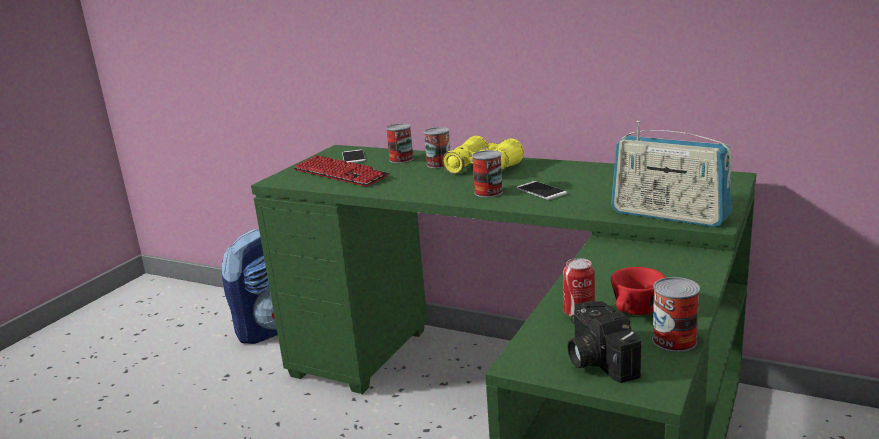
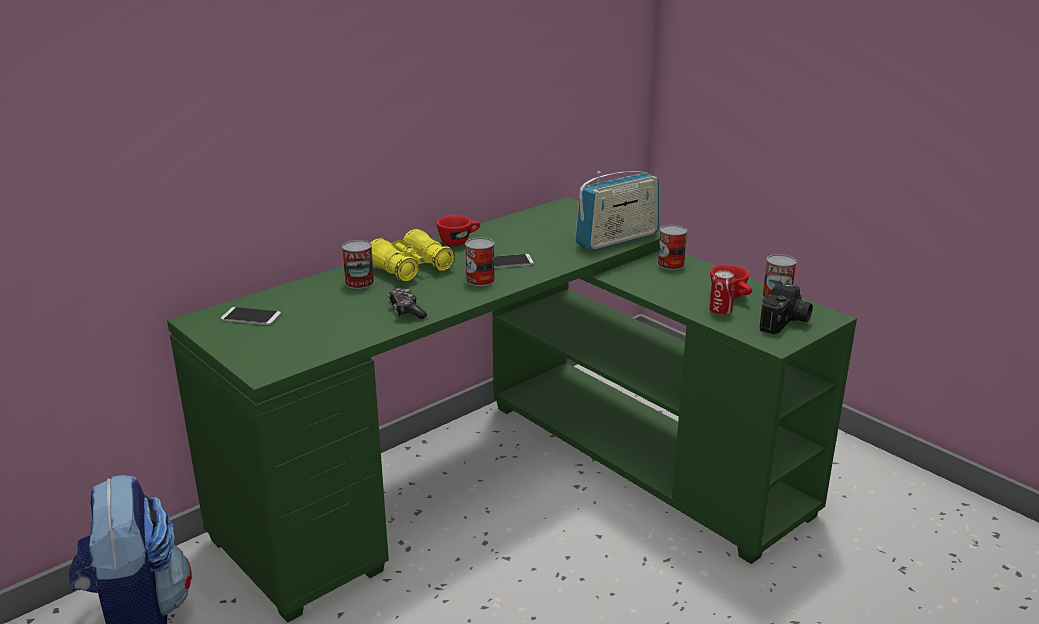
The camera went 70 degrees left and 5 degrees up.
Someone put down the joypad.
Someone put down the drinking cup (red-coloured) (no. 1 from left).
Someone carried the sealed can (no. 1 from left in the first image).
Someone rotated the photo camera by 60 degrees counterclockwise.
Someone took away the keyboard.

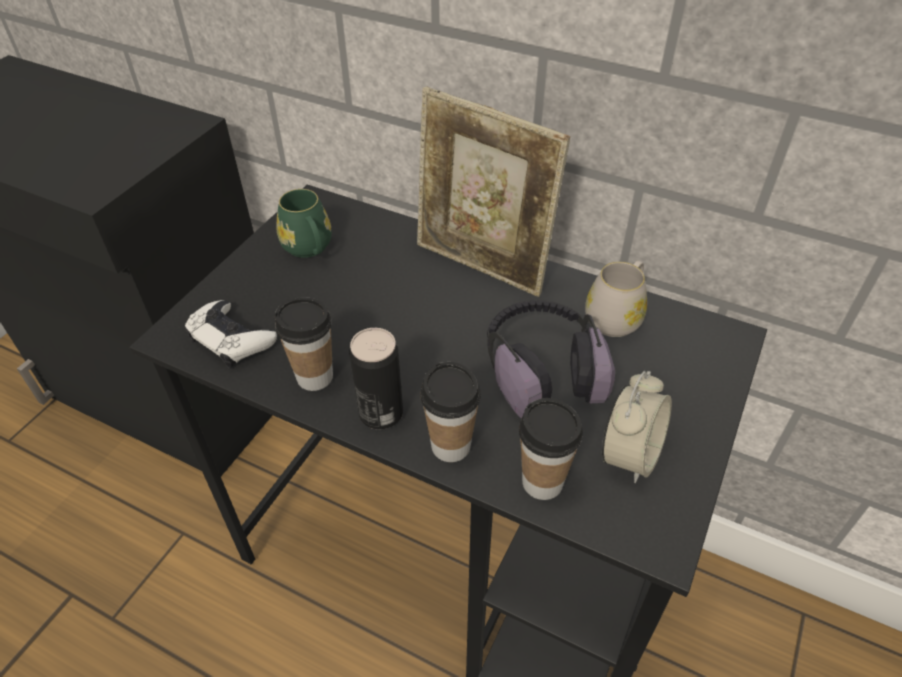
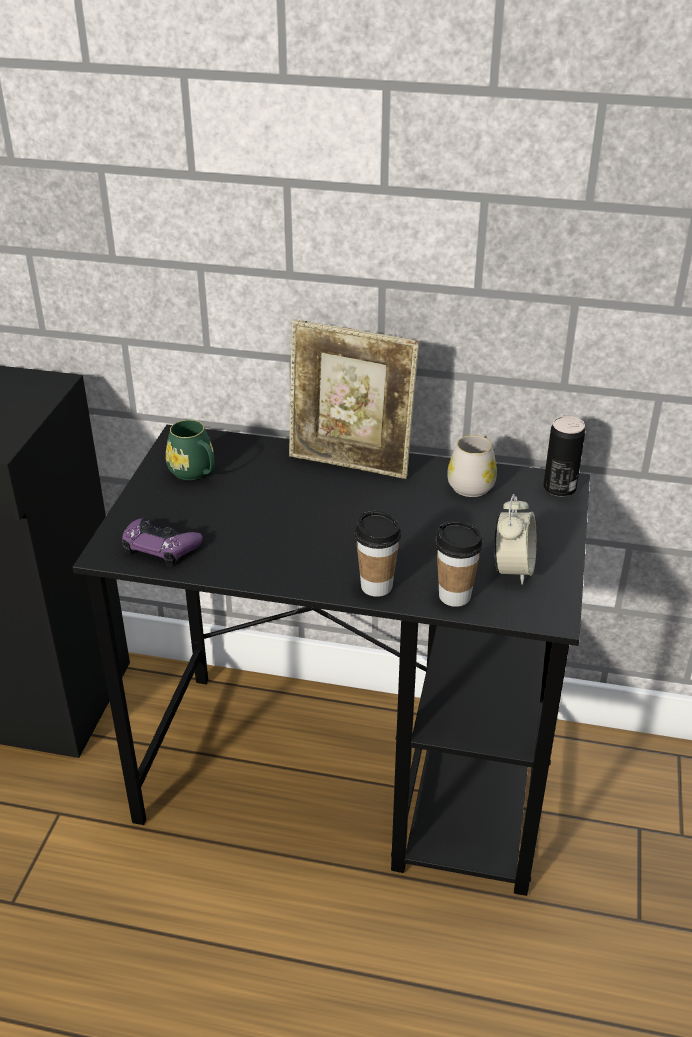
The camera went 15 degrees left and 10 degrees down.
Someone repainted the joypad (white-coloured), which became the joypad (purple).
Someone carried the sealed can.
Someone took away the drinking cup (no. 1 from left).
Someone took away the headphones.

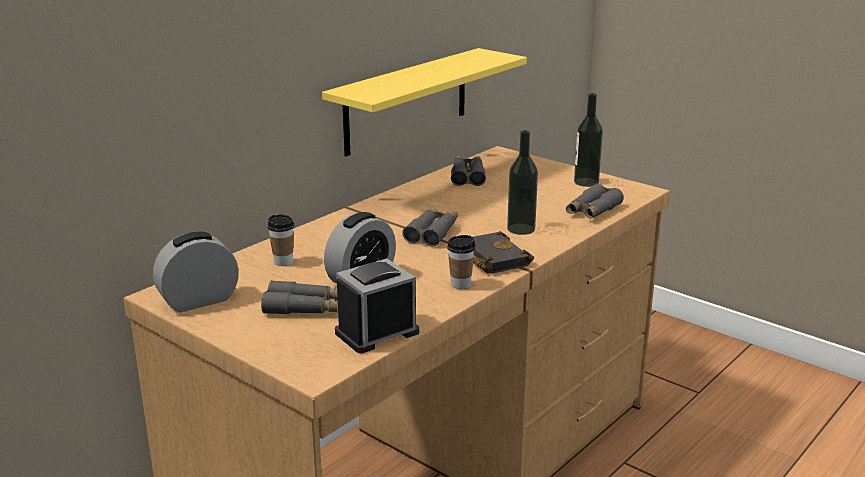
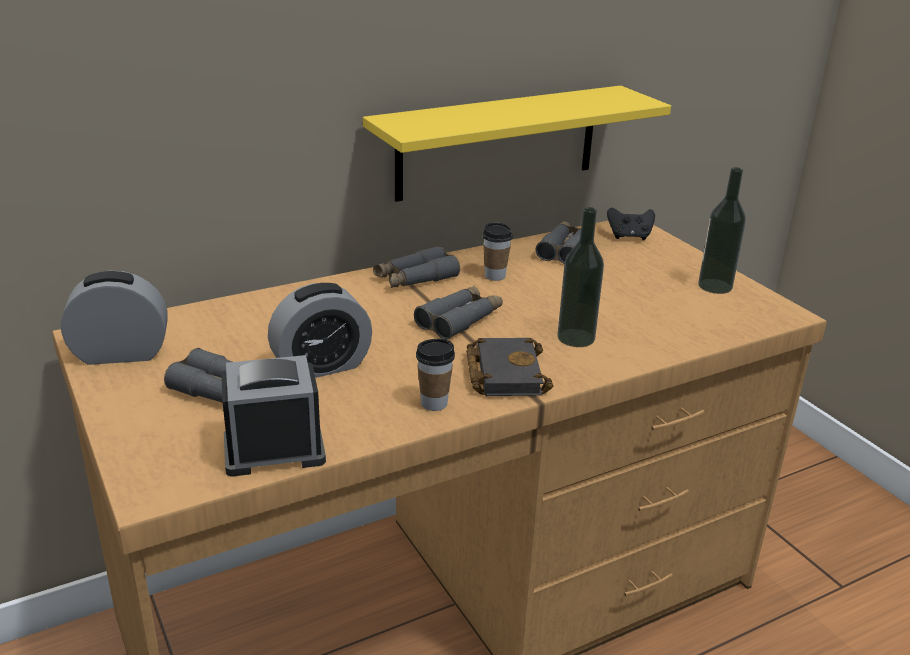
The camera went 20 degrees right and 5 degrees up.
Someone carried the pair of binoculars (gray) (no. 4 from left in the first image).
Someone carried the drinking cup (no. 1 from left in the first image).
Someone put down the joypad (blackish).

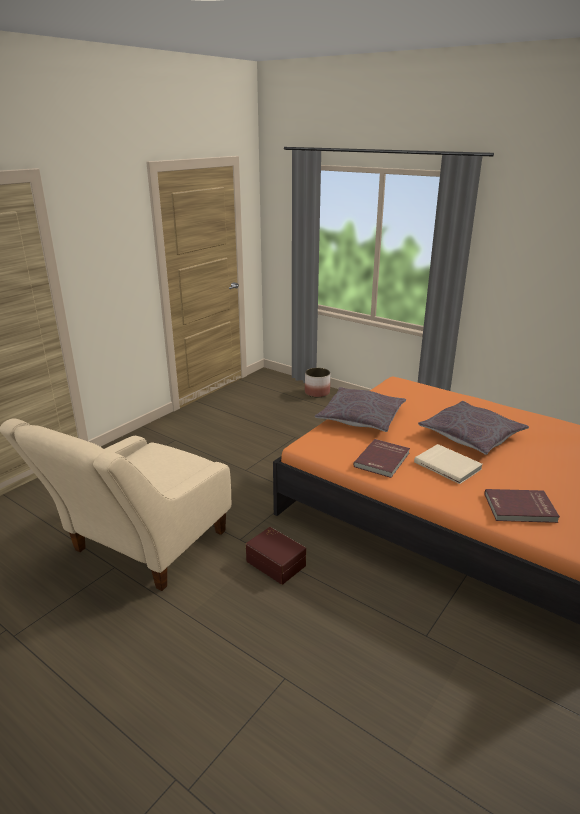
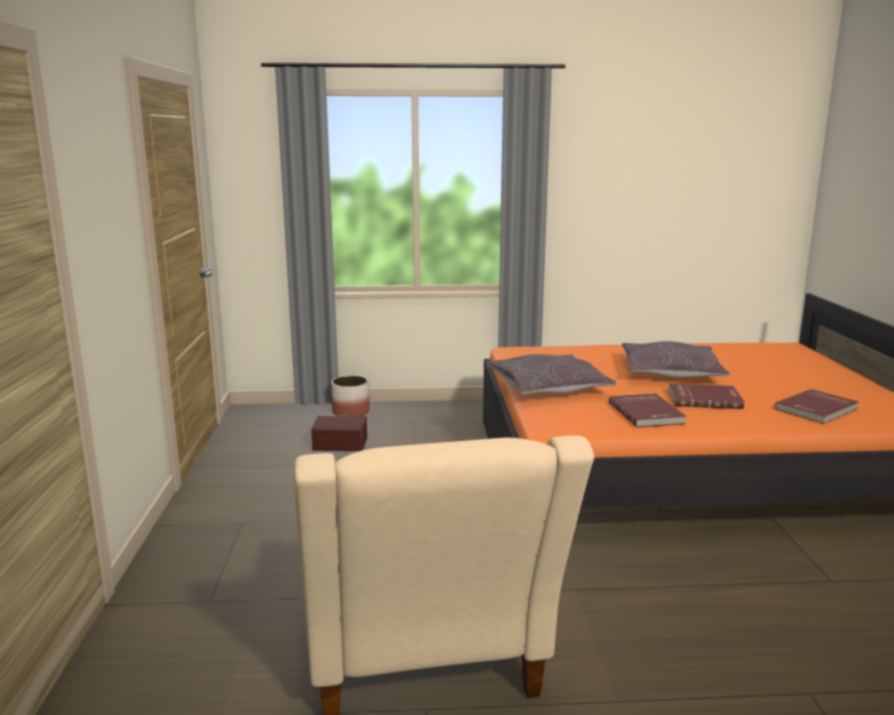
The camera went 40 degrees left and 10 degrees down.
Someone carried the storage bin (brownish).
Someone repainted the bound book (beige-coloured), which became the bound book (red-coloured) (no. 2 from left).

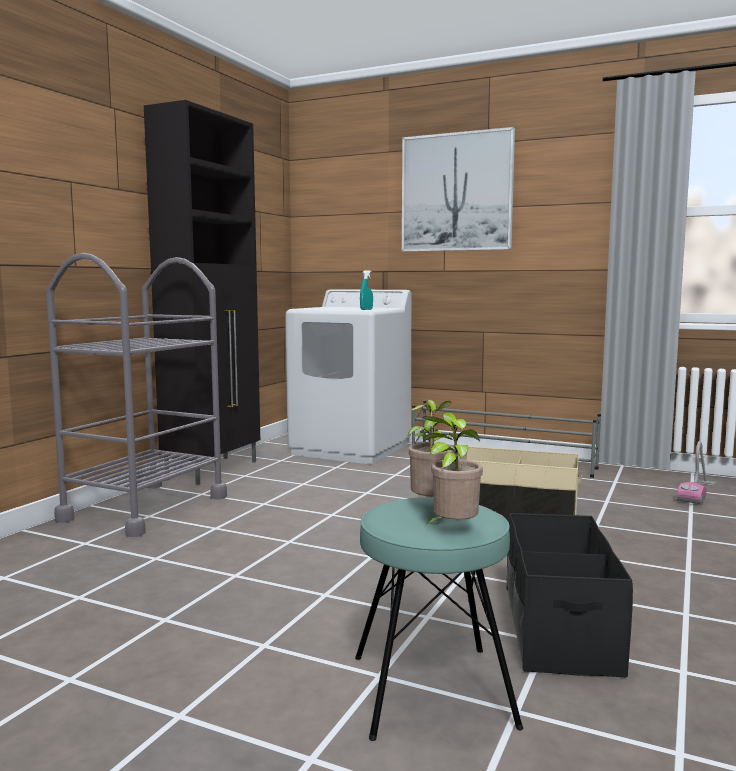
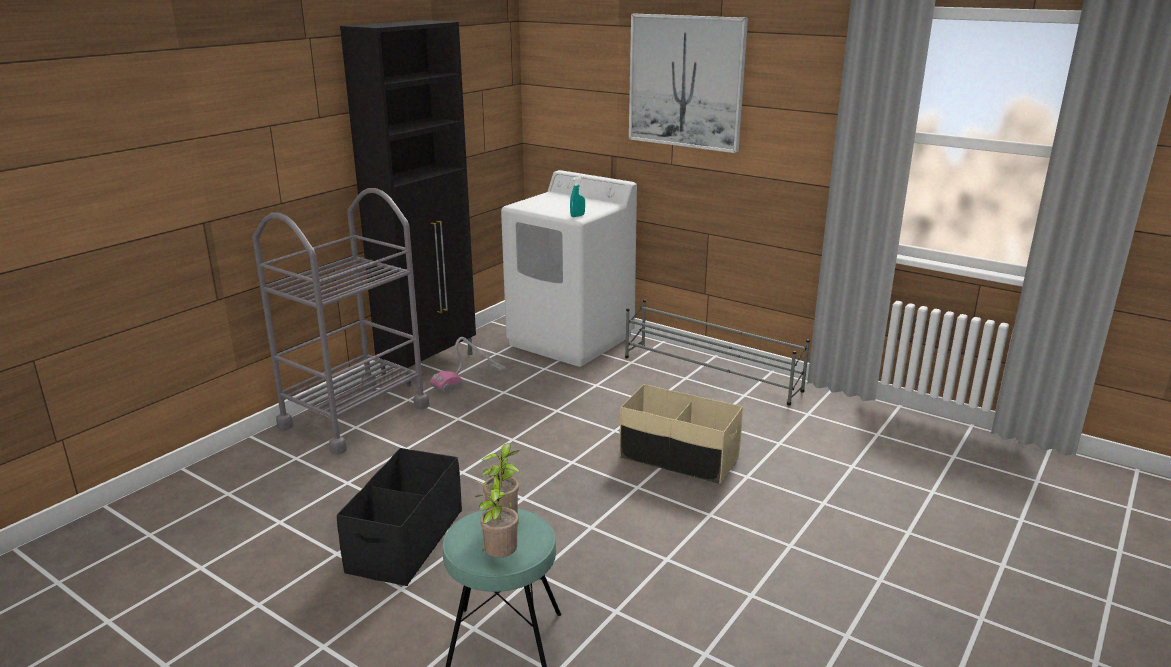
The camera went 10 degrees right and 15 degrees up.
Someone carried the storage bin (blackish).
Someone carried the hoover.

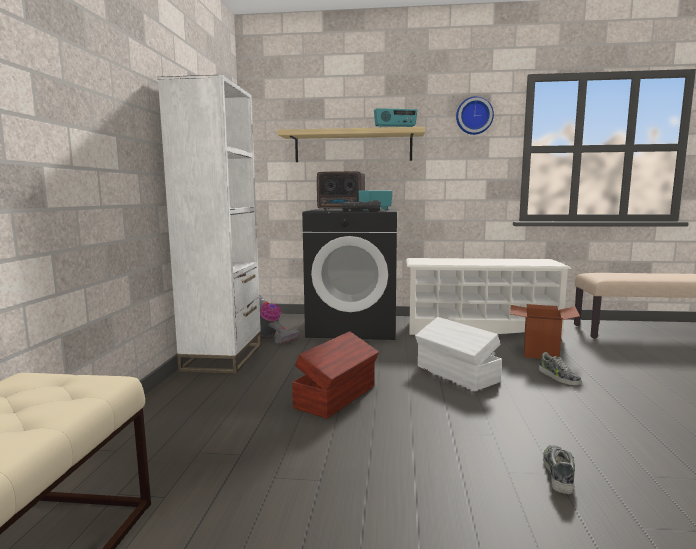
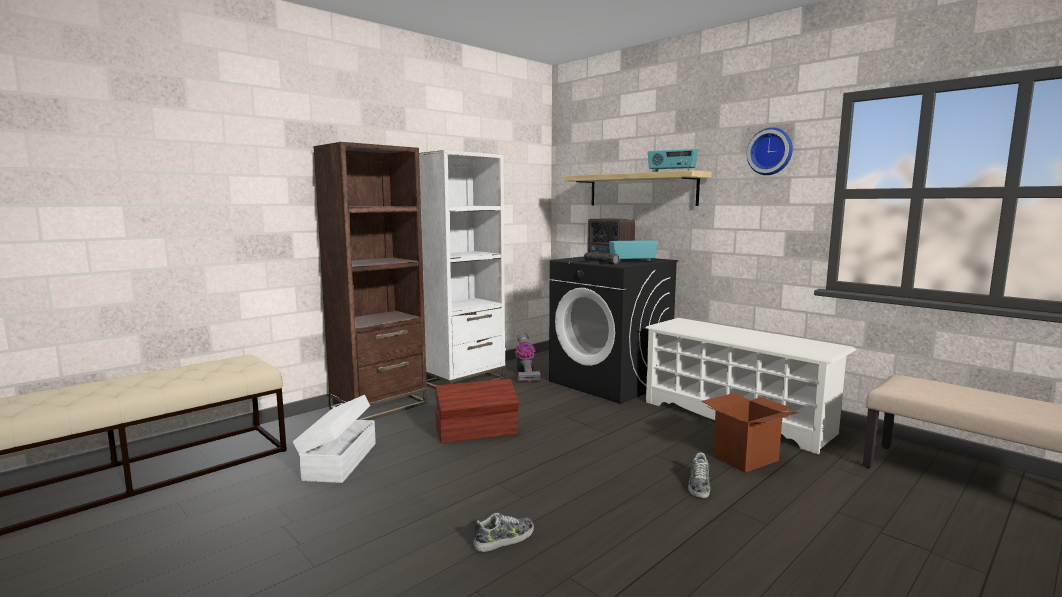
The camera went 40 degrees right and 0 degrees up.
Someone carried the storage bin (white-coloured).
Someone put down the bookcase (brownish).

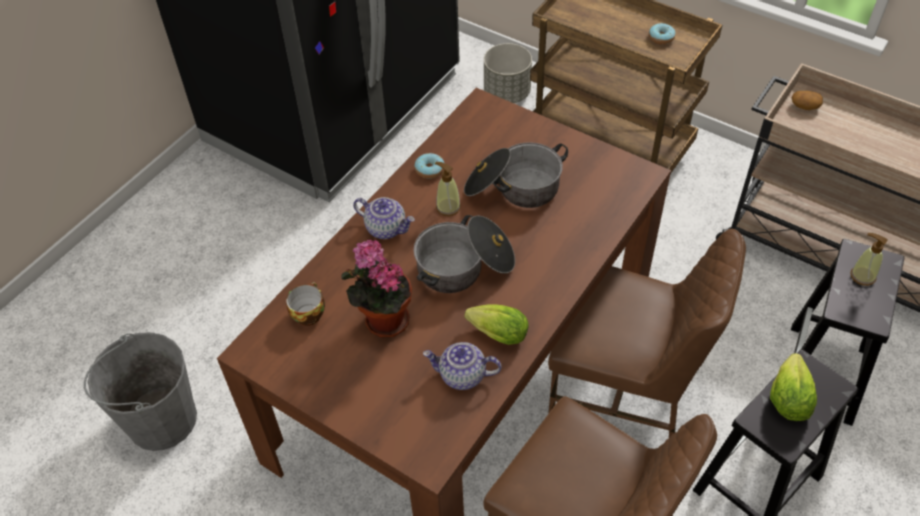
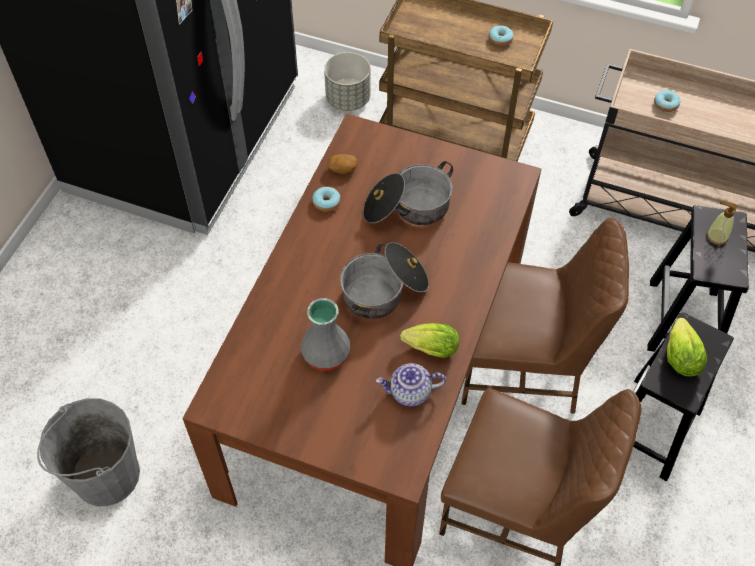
The camera went 15 degrees left and 5 degrees up.
Someone swapped the houseplant for the flower vase (gray).
Someone carried the whole potato.
Someone put down the ring doughnut (no. 3 from left).
Someone took away the drinking cup.
Someone took away the teapot (no. 1 from left).
Someone took away the soap dispenser (no. 1 from left).

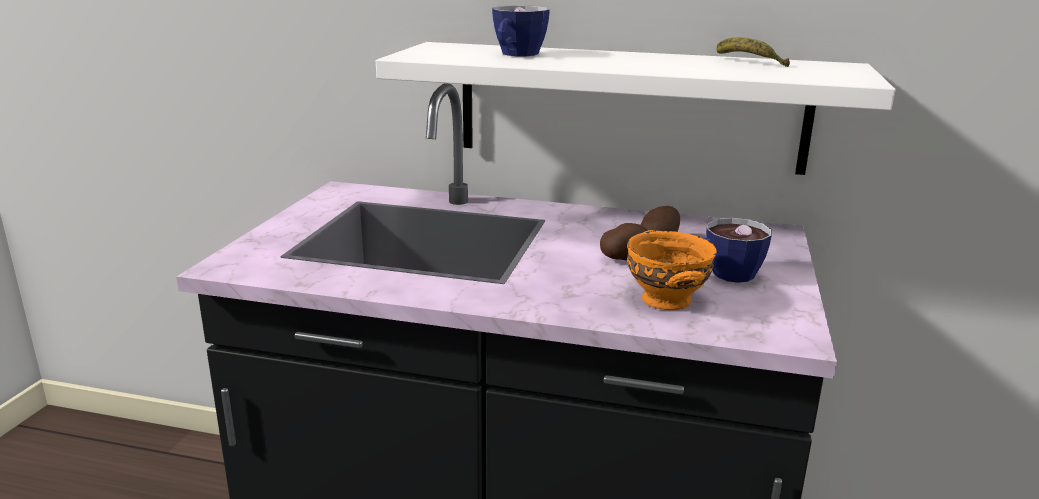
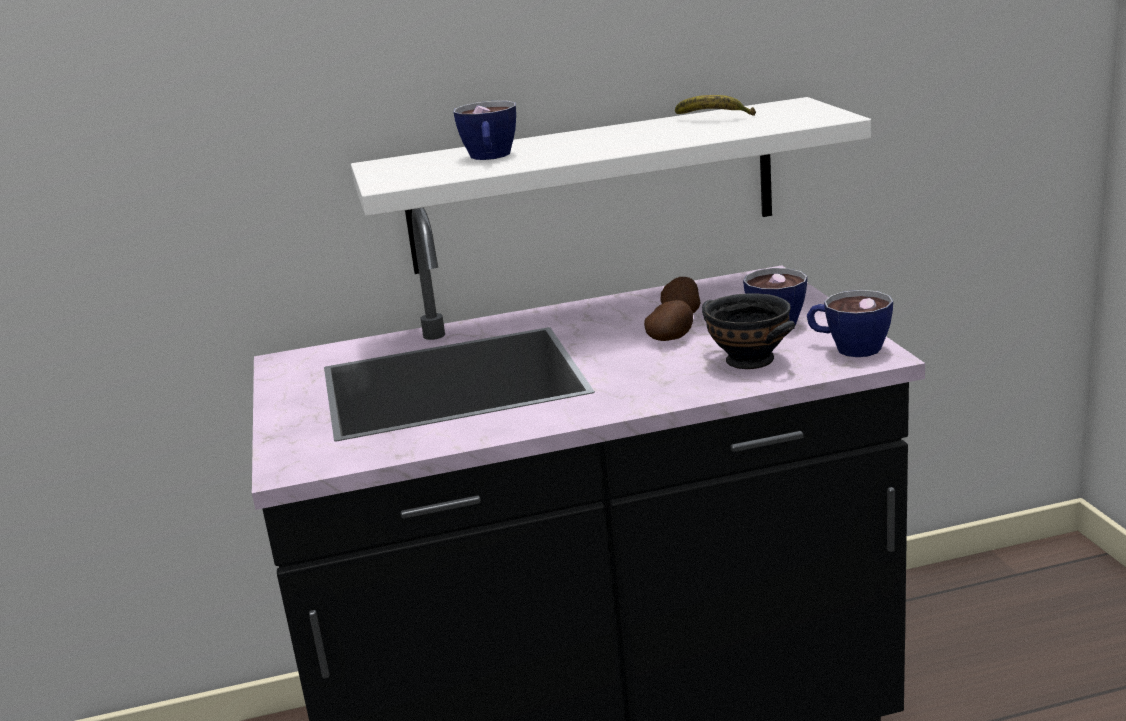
The camera went 25 degrees left and 0 degrees up.
Someone repainted the bowl (orange-coloured), which became the bowl (blackish).
Someone put down the drinking cup (no. 3 from left).

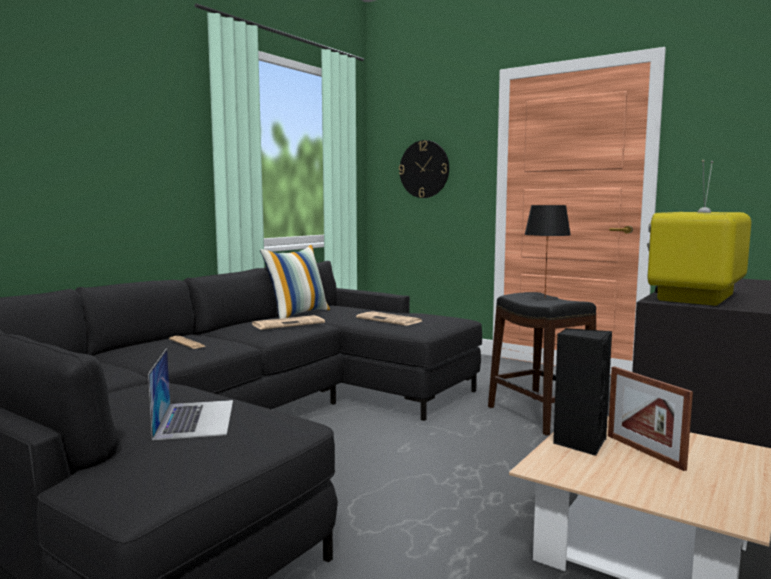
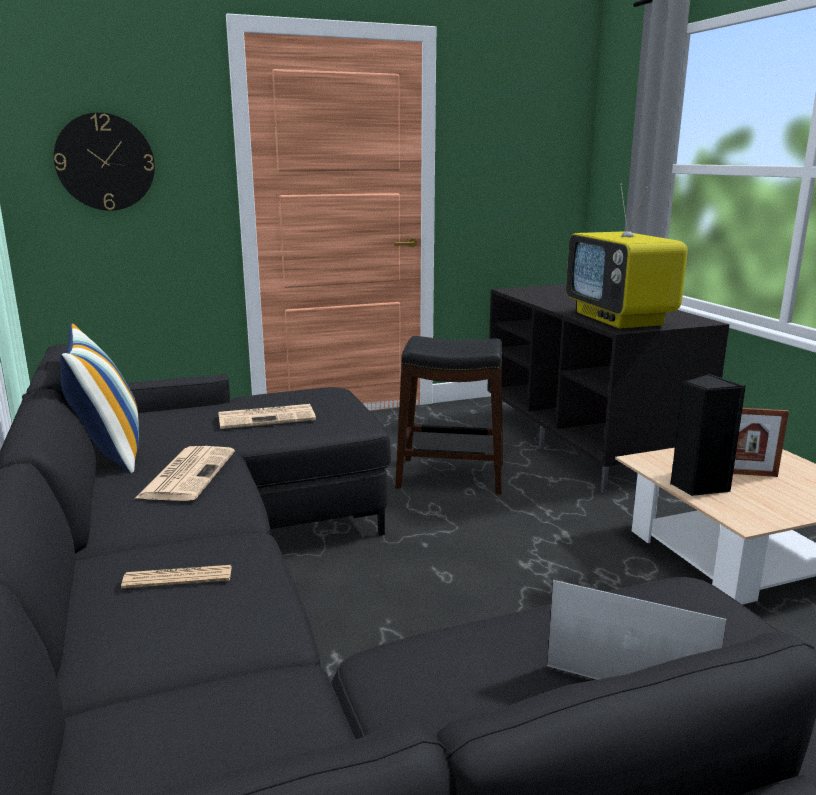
The camera went 55 degrees left and 10 degrees up.
Someone took away the table lamp (blackish).

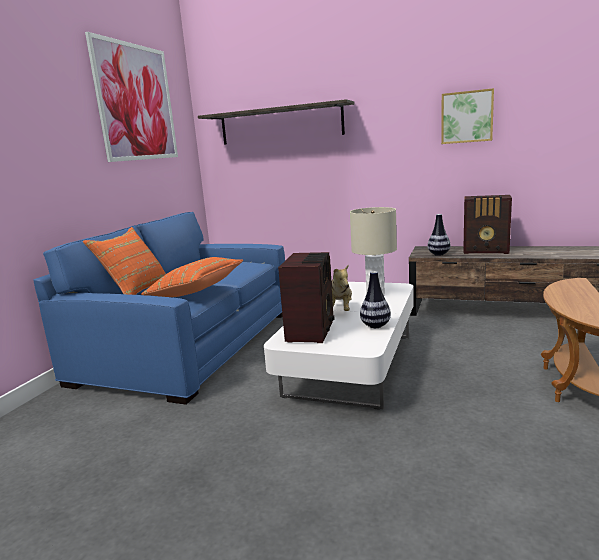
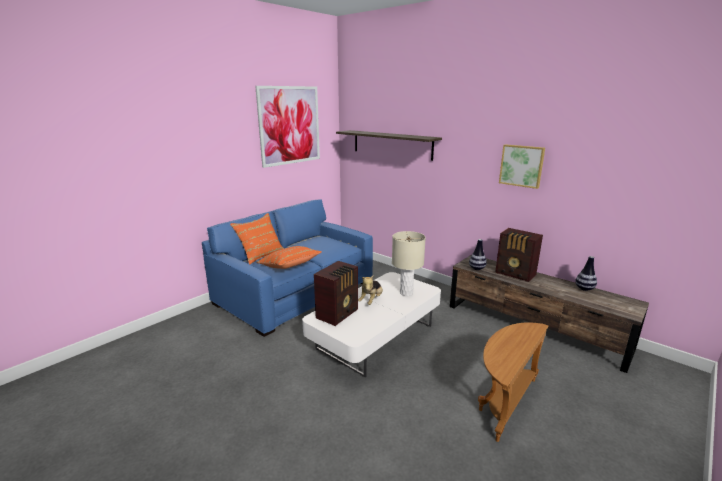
The camera went 20 degrees right and 5 degrees up.
Someone carried the flower vase (no. 1 from left in the first image).

